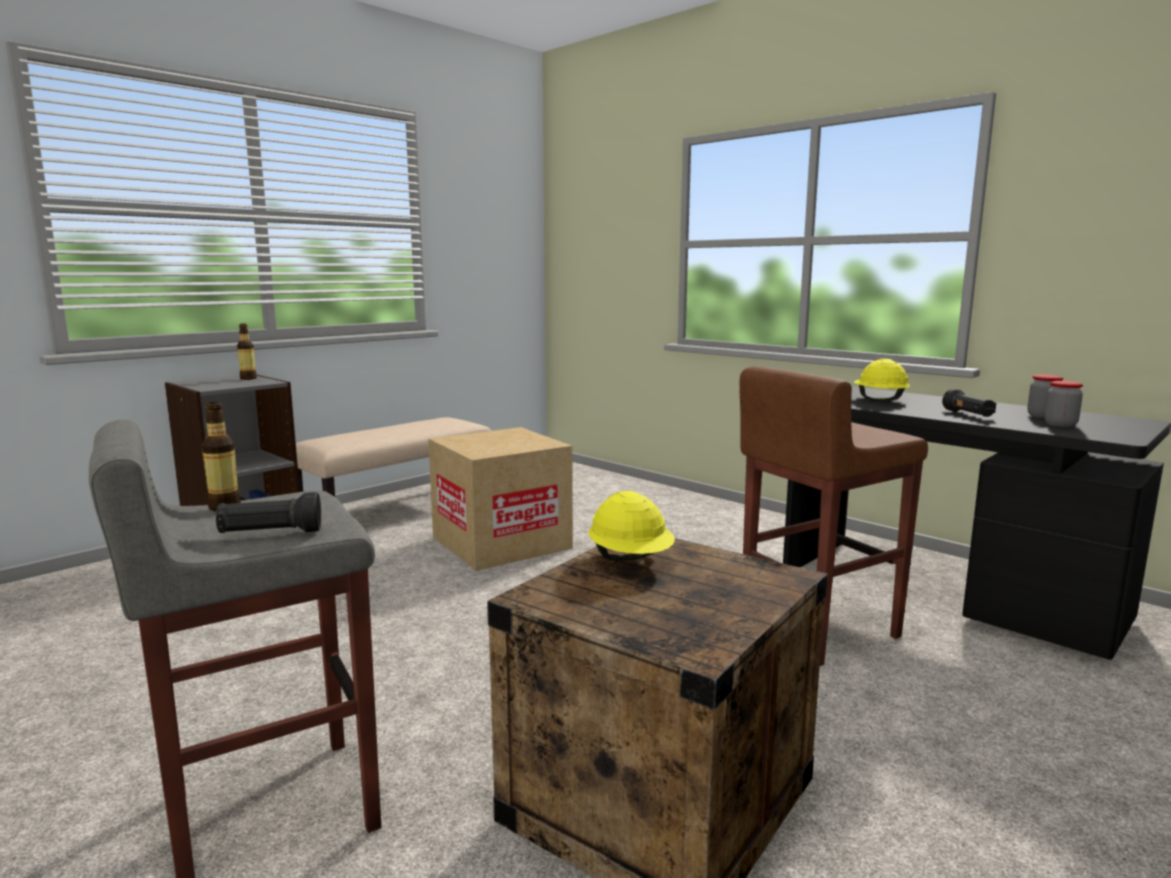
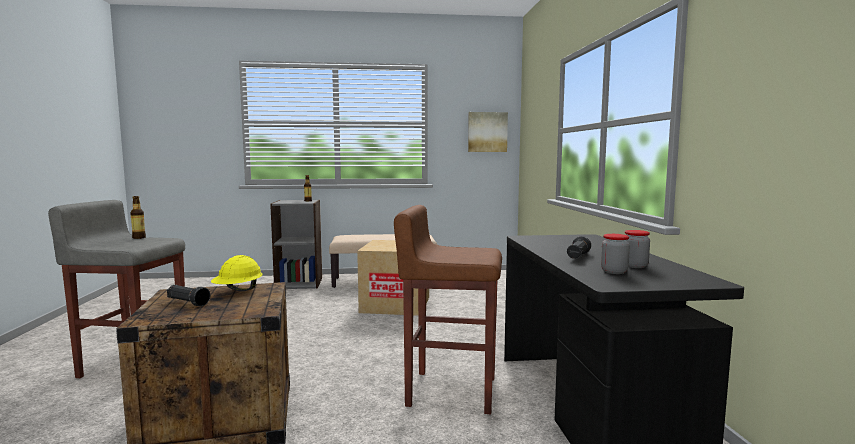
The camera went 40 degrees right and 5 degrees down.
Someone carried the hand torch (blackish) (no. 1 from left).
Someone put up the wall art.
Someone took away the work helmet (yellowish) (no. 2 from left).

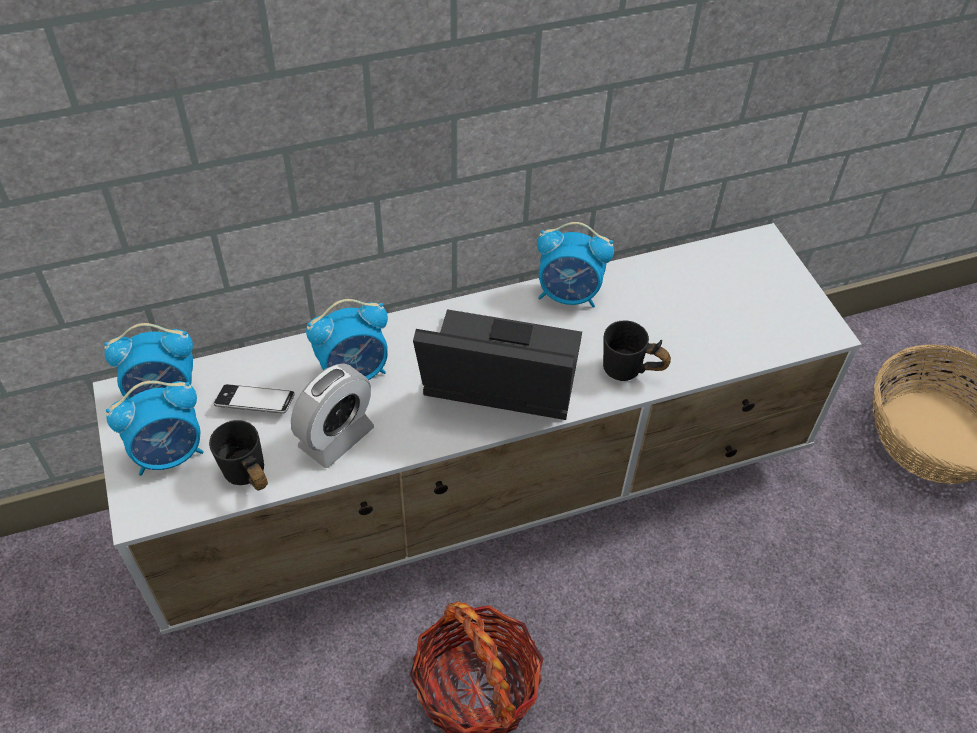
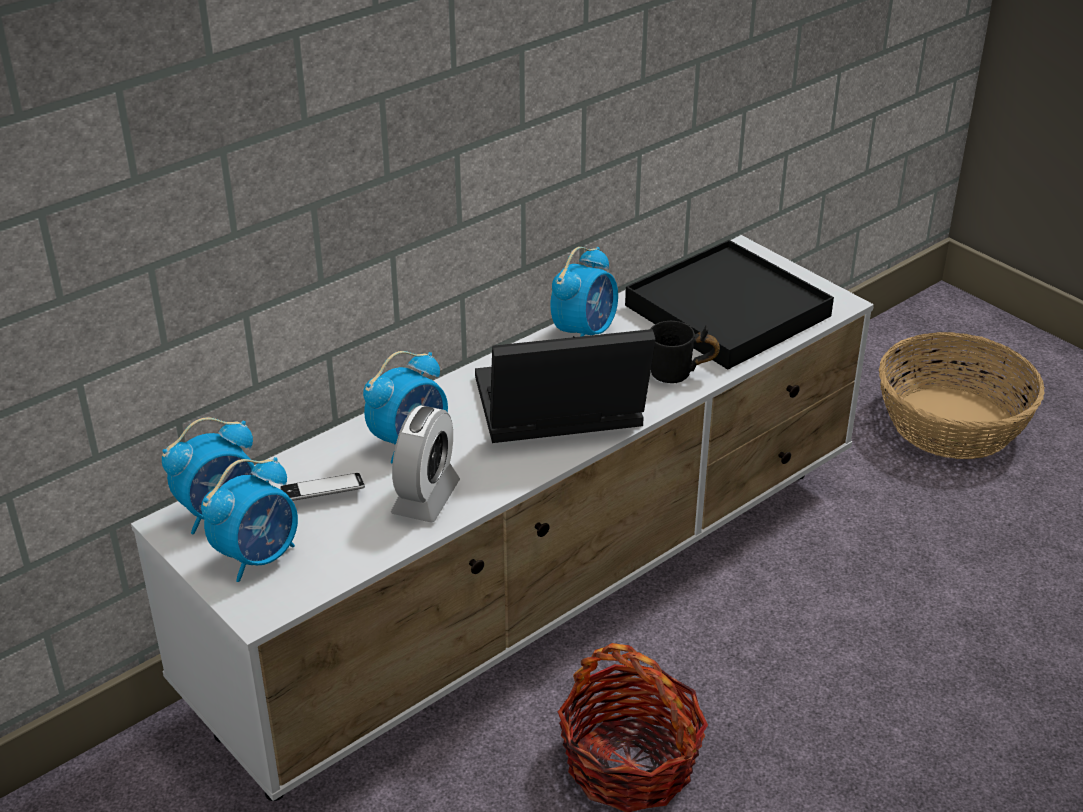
The camera went 20 degrees left and 15 degrees down.
Someone rotated the bedside clock (no. 5 from left) by 45 degrees counterclockwise.
Someone put down the tray (blackish).
Someone took away the coffee mug (blackish) (no. 1 from left).

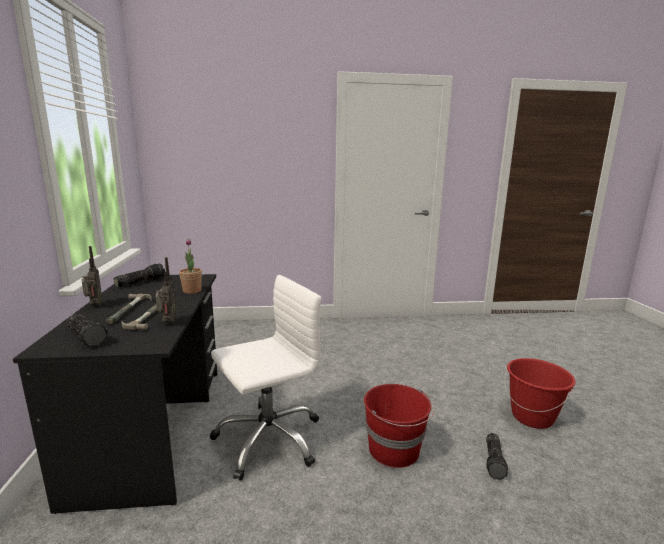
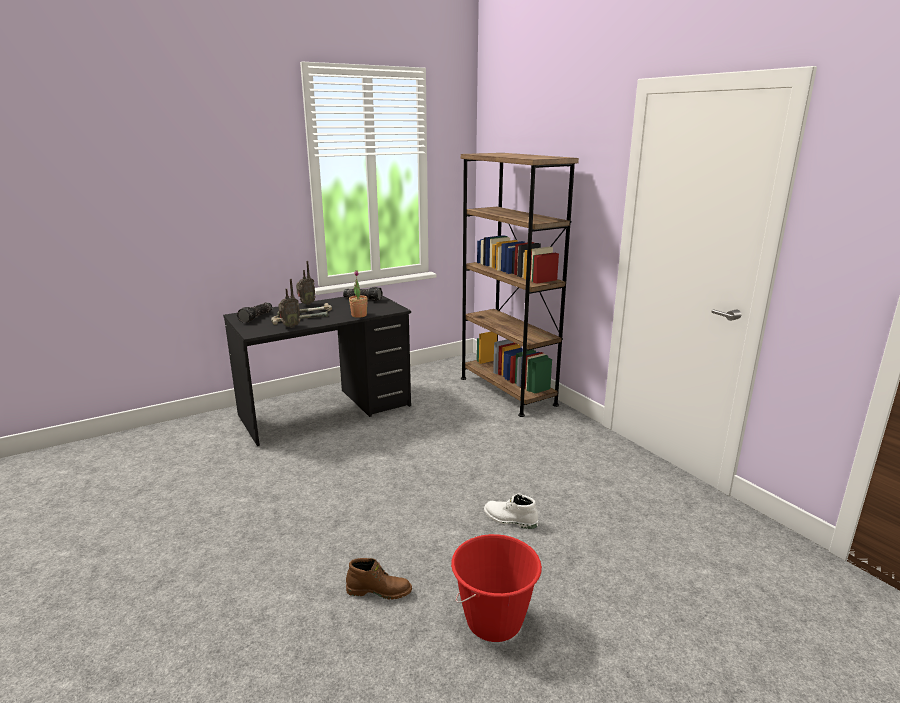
The camera went 65 degrees right and 5 degrees up.
Someone swapped the hand torch (no. 3 from left) for the high-top boot (brownish).
Someone put down the bookcase (brownish).
Someone put down the high-top boot (white-coloured).
Someone took away the computer chair (white-coloured).
Someone took away the water bucket (red-coloured) (no. 1 from left).

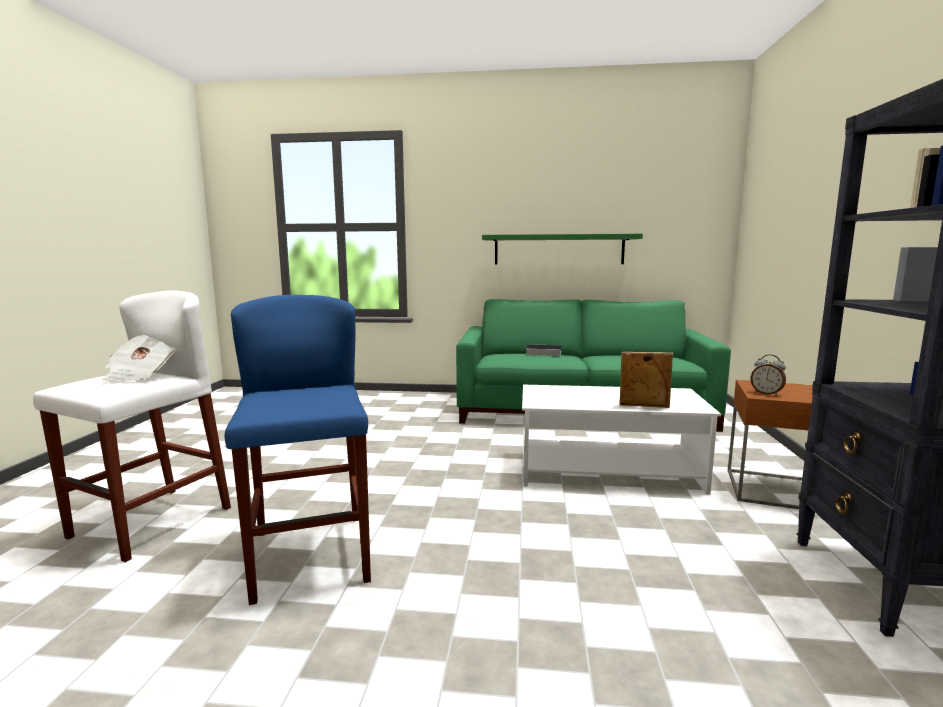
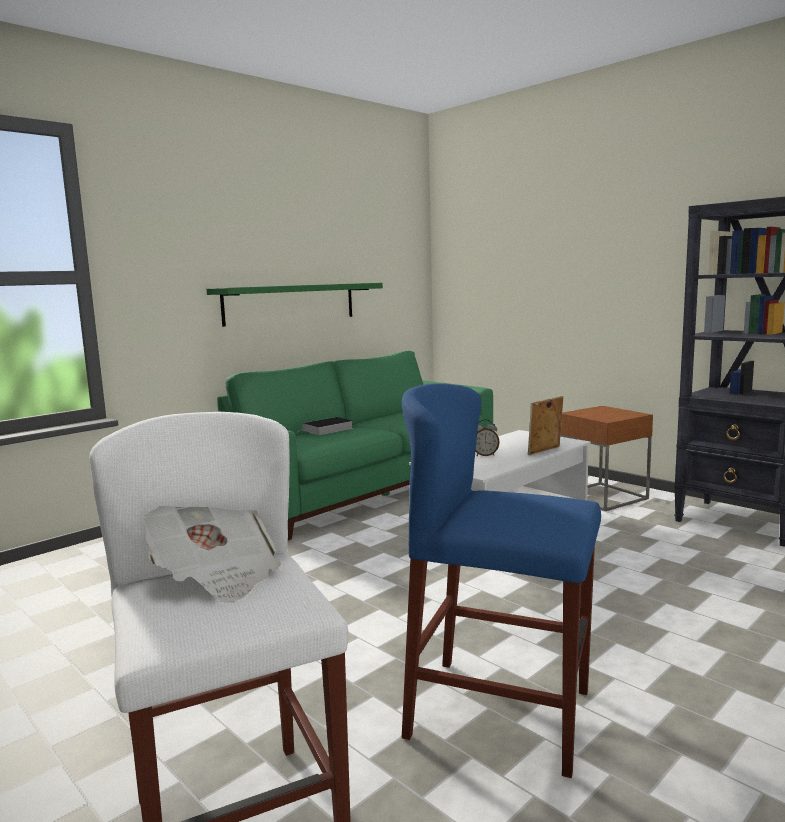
The camera went 50 degrees left and 0 degrees up.
Someone carried the bedside clock.

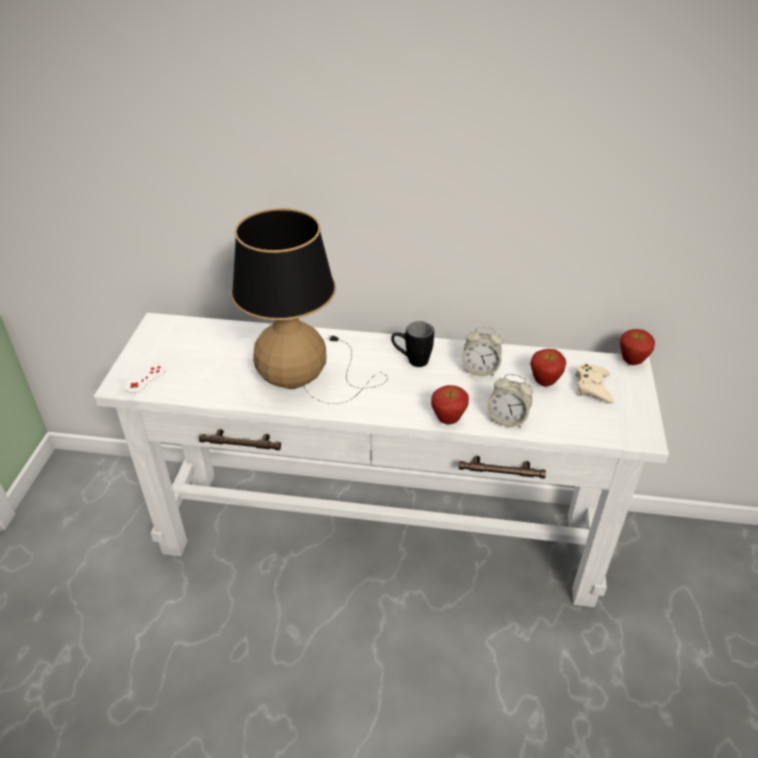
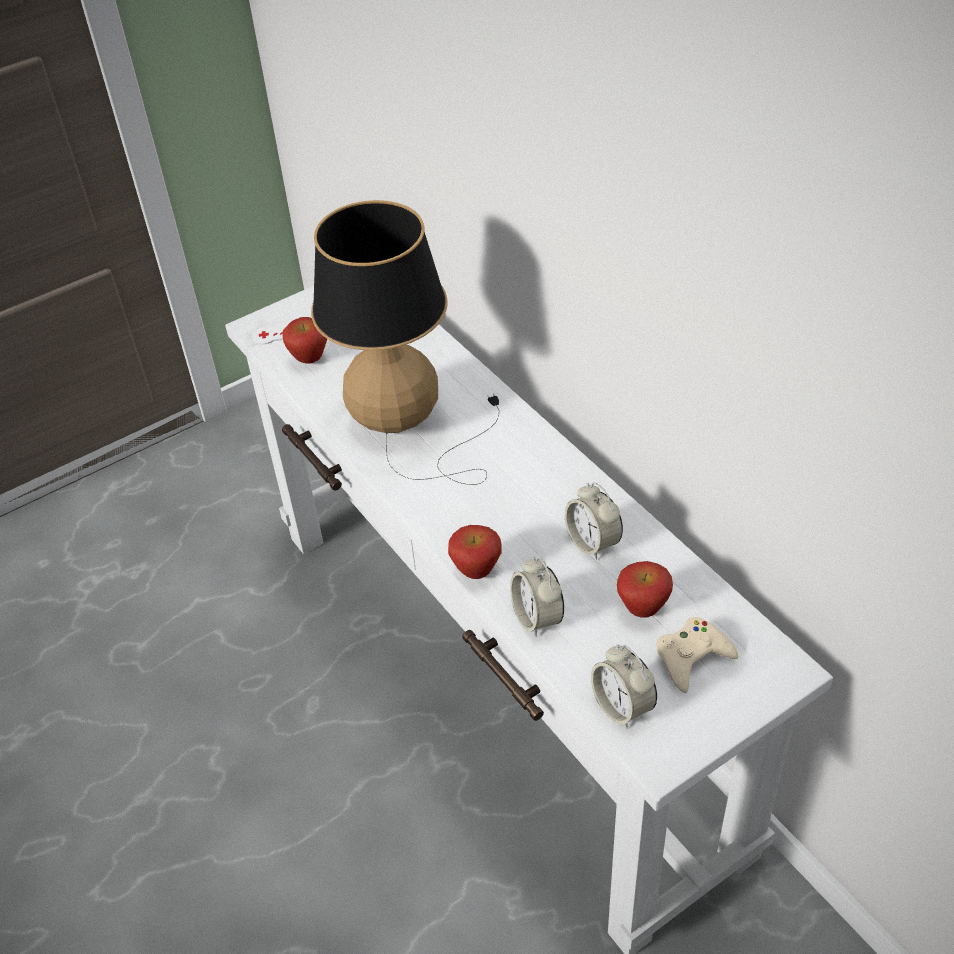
The camera went 50 degrees right and 5 degrees up.
Someone carried the apple (no. 3 from left in the first image).
Someone put down the bedside clock (no. 3 from left).
Someone took away the coffee mug (blackish).

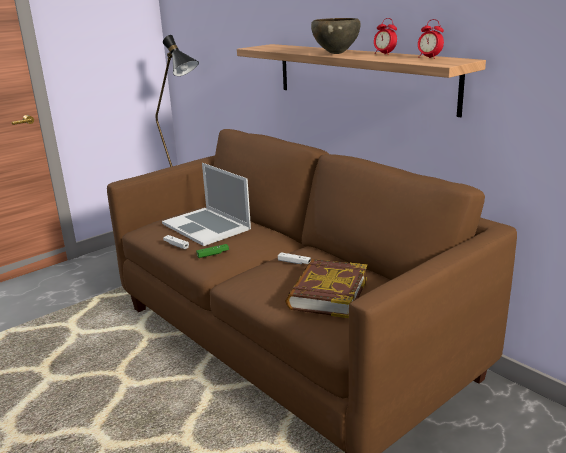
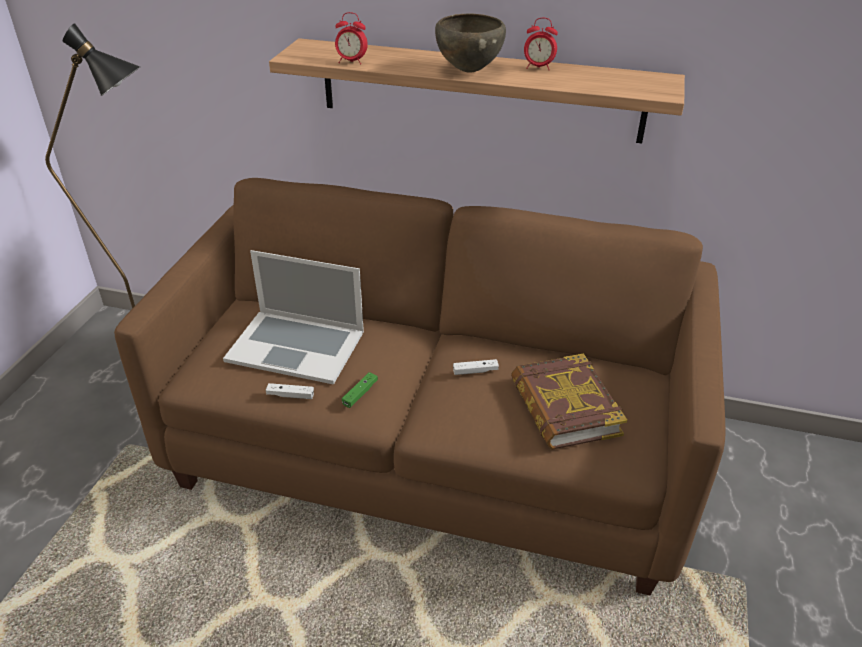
The camera went 35 degrees left and 15 degrees up.
Someone carried the bedside clock (no. 2 from left in the first image).

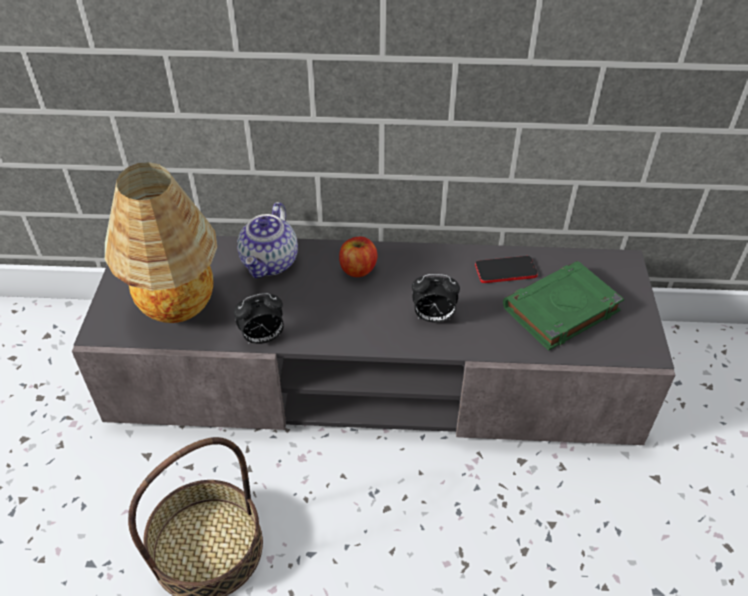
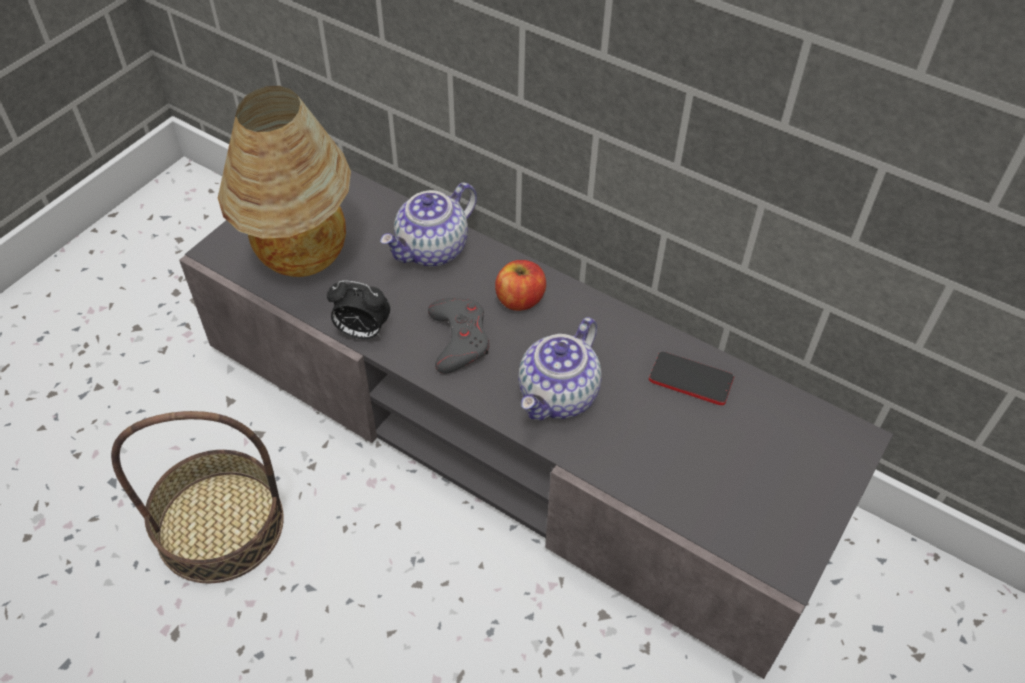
The camera went 30 degrees right and 5 degrees up.
Someone put down the joypad (gray).
Someone swapped the bedside clock (no. 2 from left) for the teapot (no. 2 from left).
Someone took away the bound book (green-coloured).

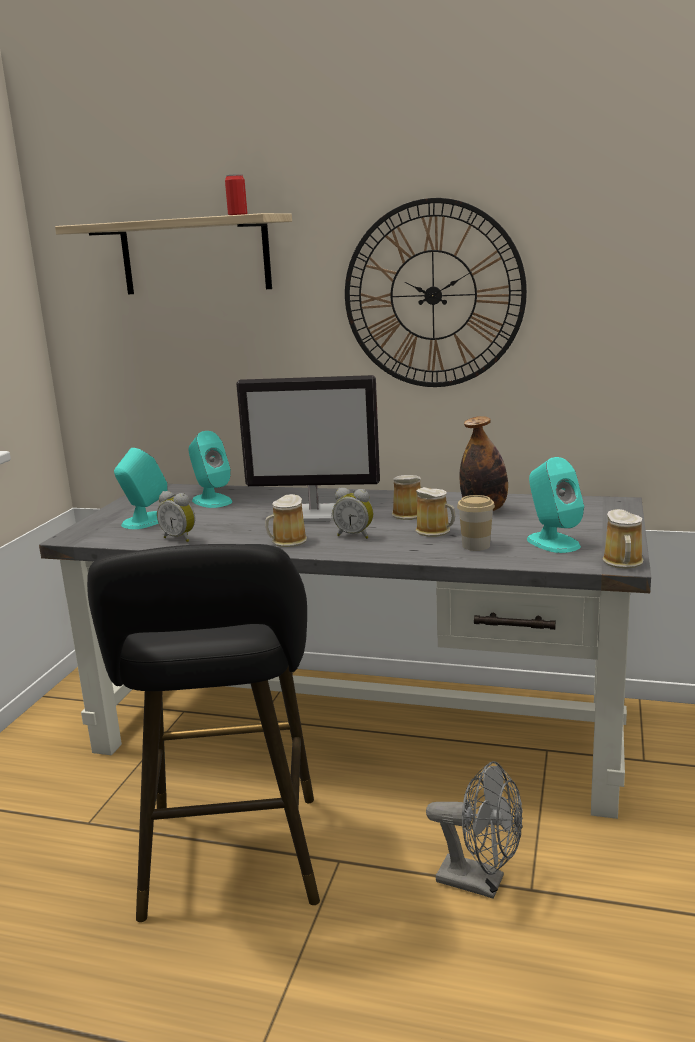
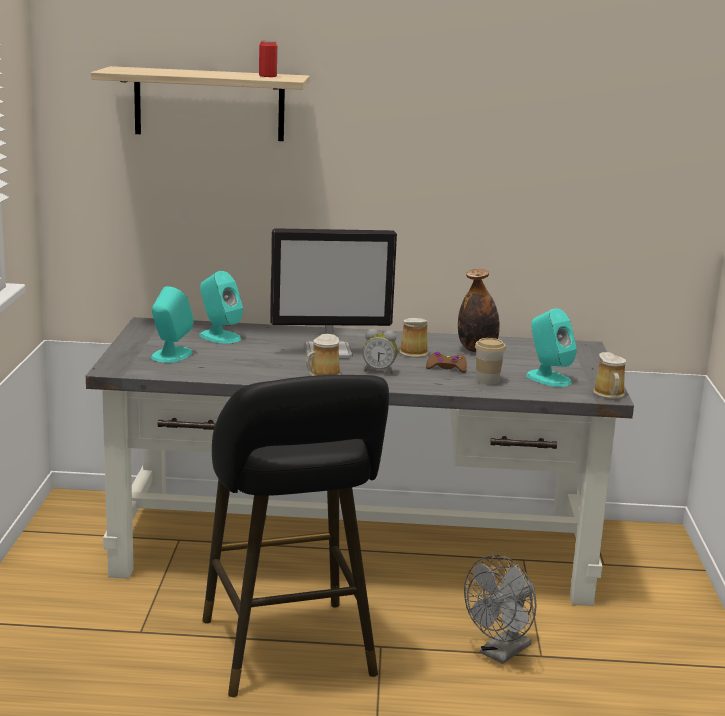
The camera went 15 degrees left and 0 degrees up.
Someone swapped the coffee mug (no. 3 from left) for the joypad (brownish).
Someone rotated the electric fan (gray) by 120 degrees clockwise.
Someone took away the bedside clock (no. 1 from left).
Someone took away the clock on the wall.

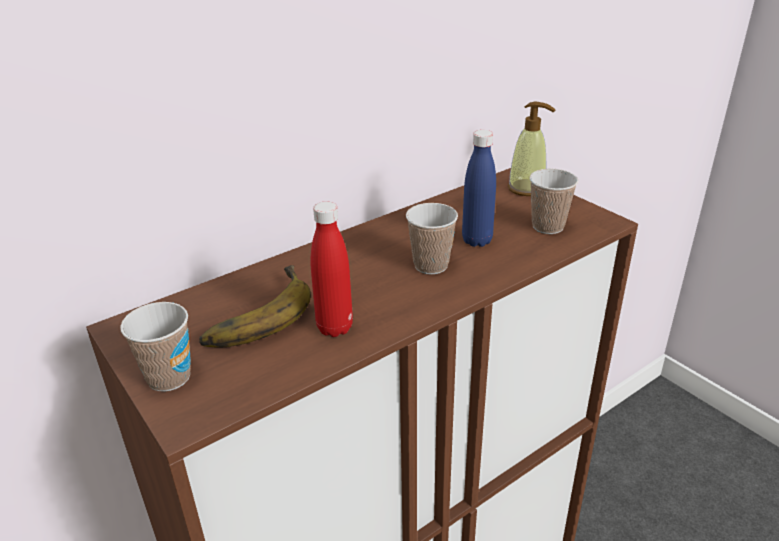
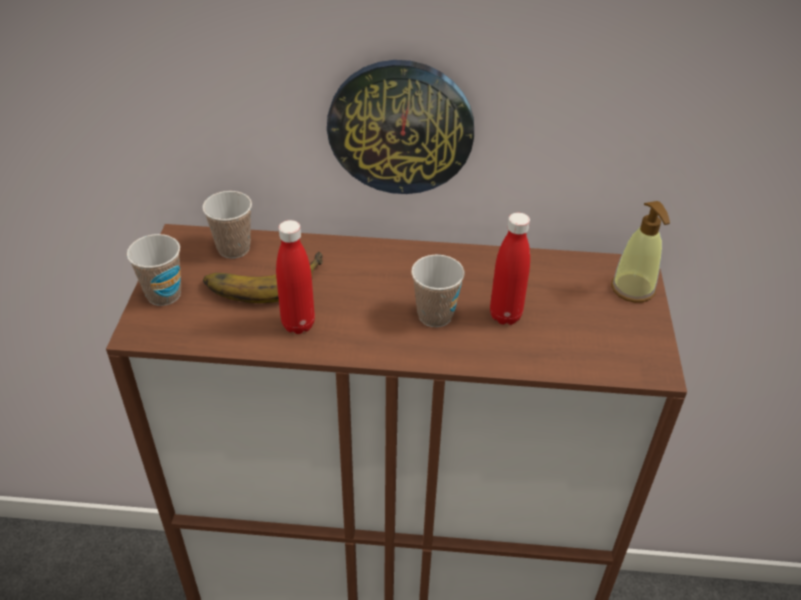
The camera went 40 degrees right and 10 degrees up.
Someone carried the drinking cup (no. 3 from left in the first image).
Someone put up the clock on the wall.
Someone repainted the beverage bottle (blue), which became the beverage bottle (red-coloured) (no. 2 from left).

